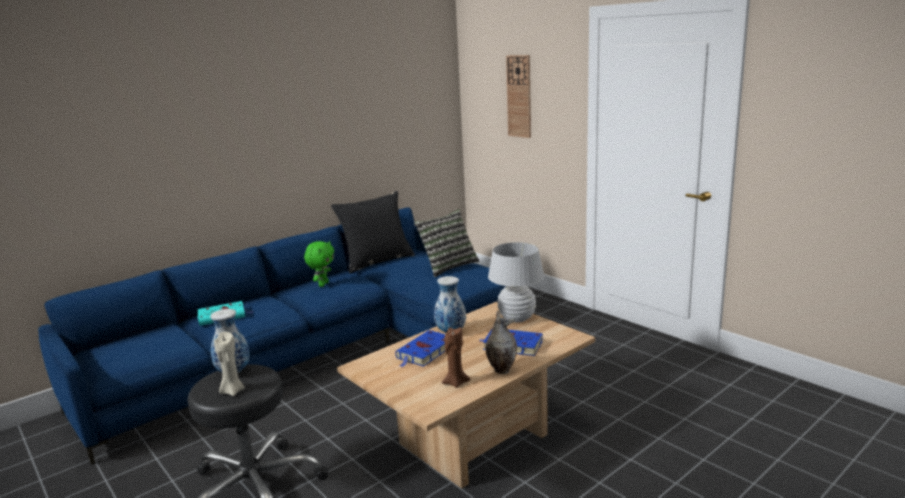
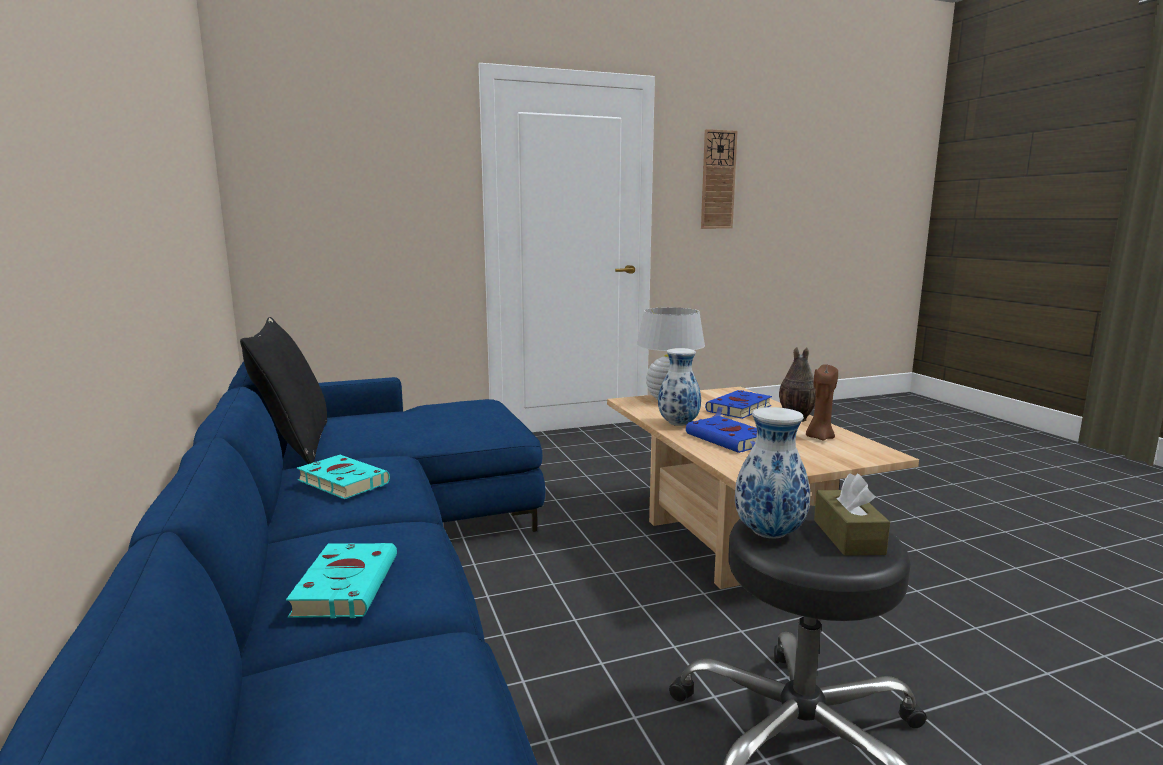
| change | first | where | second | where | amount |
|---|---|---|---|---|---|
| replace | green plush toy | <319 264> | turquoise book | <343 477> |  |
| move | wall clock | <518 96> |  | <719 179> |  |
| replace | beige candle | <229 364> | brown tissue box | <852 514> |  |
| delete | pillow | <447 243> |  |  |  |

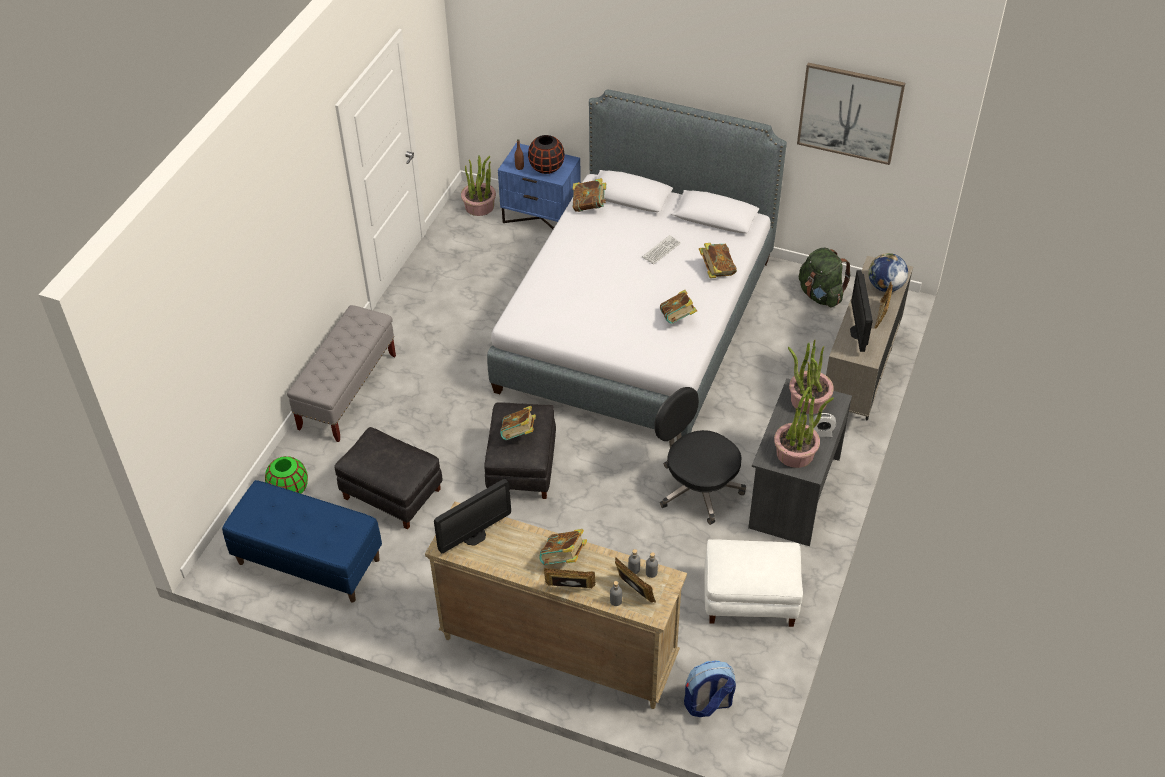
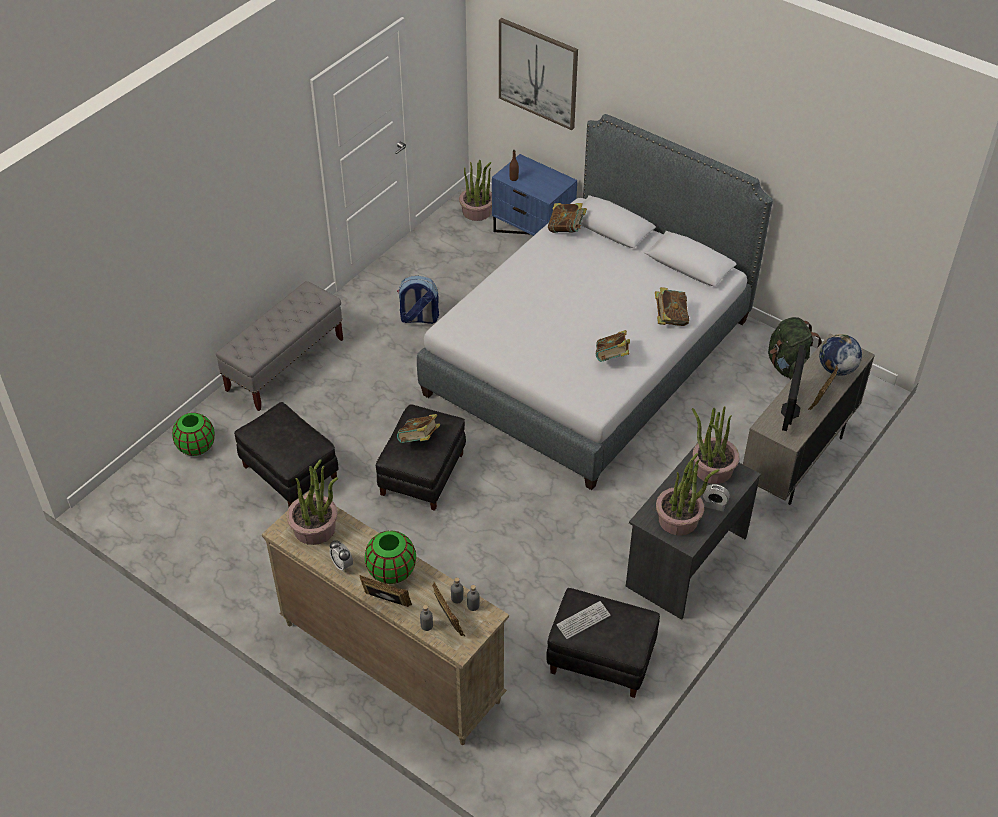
| change | first | where | second | where | amount |
|---|---|---|---|---|---|
| replace | monitor | <472 516> | potted plant | <312 502> |  |
| insert |  |  | alarm clock | <341 555> |  |
| replace | book | <563 547> | green vase | <390 557> |  |
| move | backpack | <710 688> |  | <418 300> |  |
| move | picture | <851 114> |  | <538 74> |  |
| recolor | white ottoman | <753 583> | black ottoman | <603 643> |  |
| move | keyboard | <661 250> |  | <583 620> |  |
| delete | blue bench | <302 541> |  |  |  |
| delete | black vase | <546 154> |  |  |  |
| delete | black office chair | <700 456> |  |  |  |

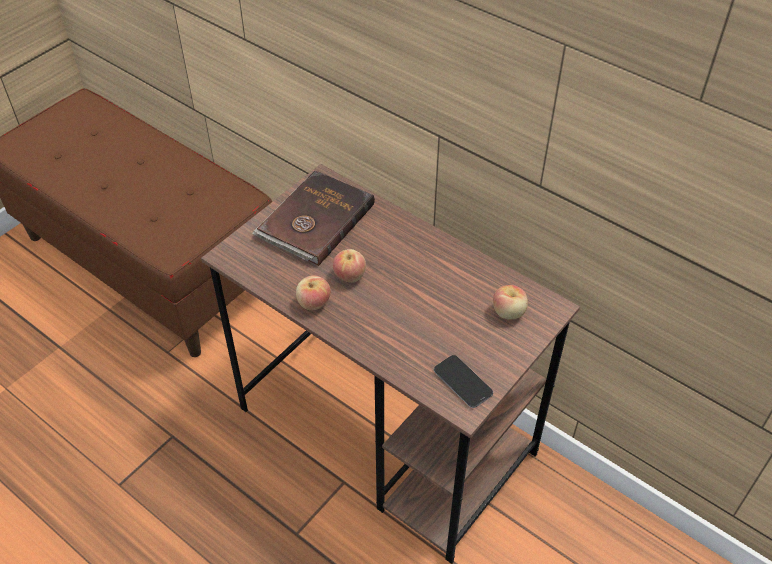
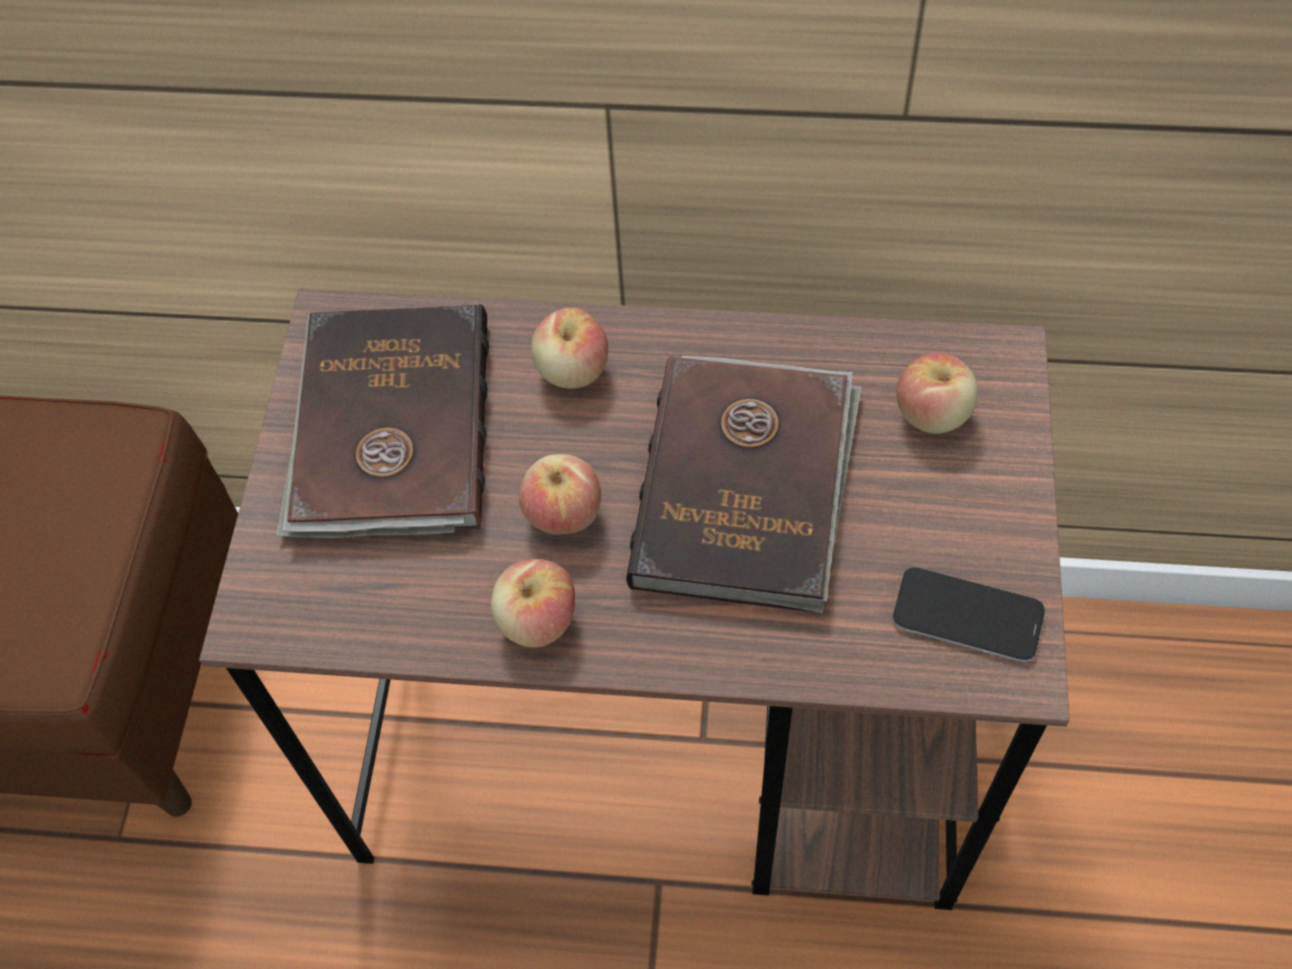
| change | first | where | second | where | amount |
|---|---|---|---|---|---|
| insert |  |  | apple | <569 348> |  |
| insert |  |  | brown book | <744 485> |  |

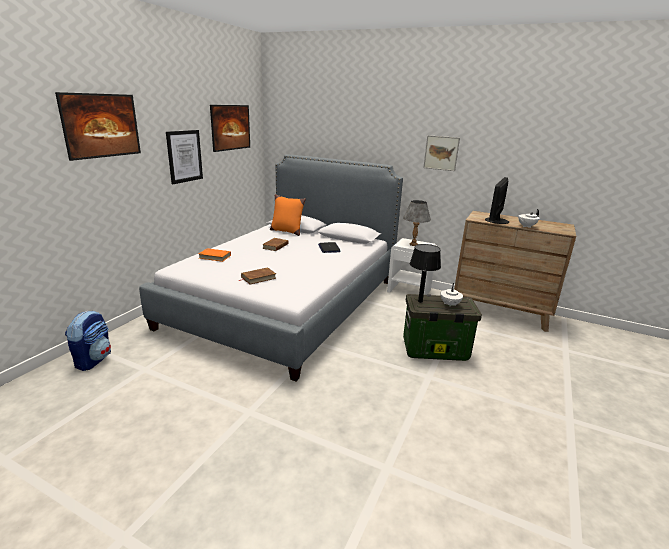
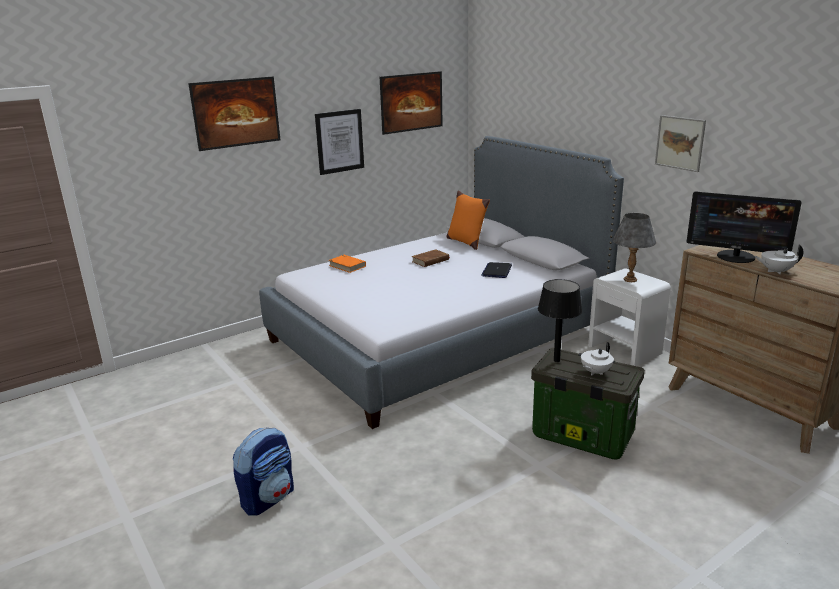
| change | first | where | second | where | amount |
|---|---|---|---|---|---|
| move | backpack | <88 341> |  | <263 471> |  |
| rotate | monitor | <497 200> |  | <744 227> | 120 degrees counterclockwise |
| delete | brown book | <257 276> |  |  |  |

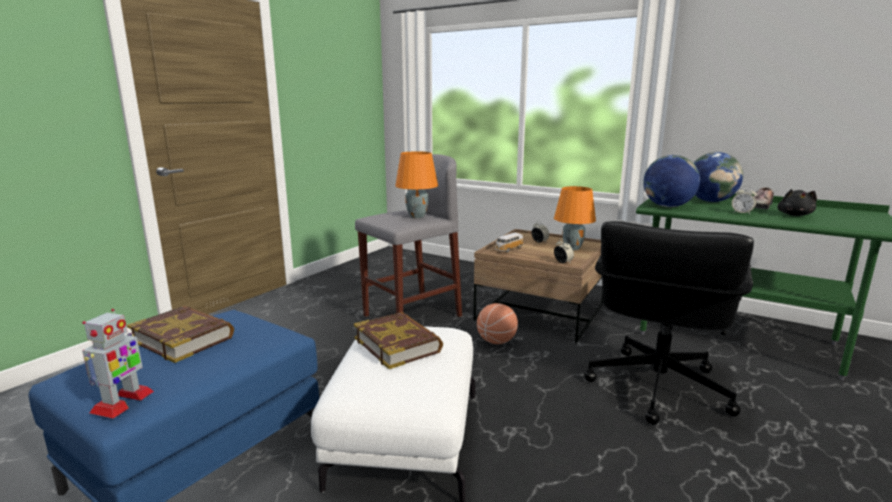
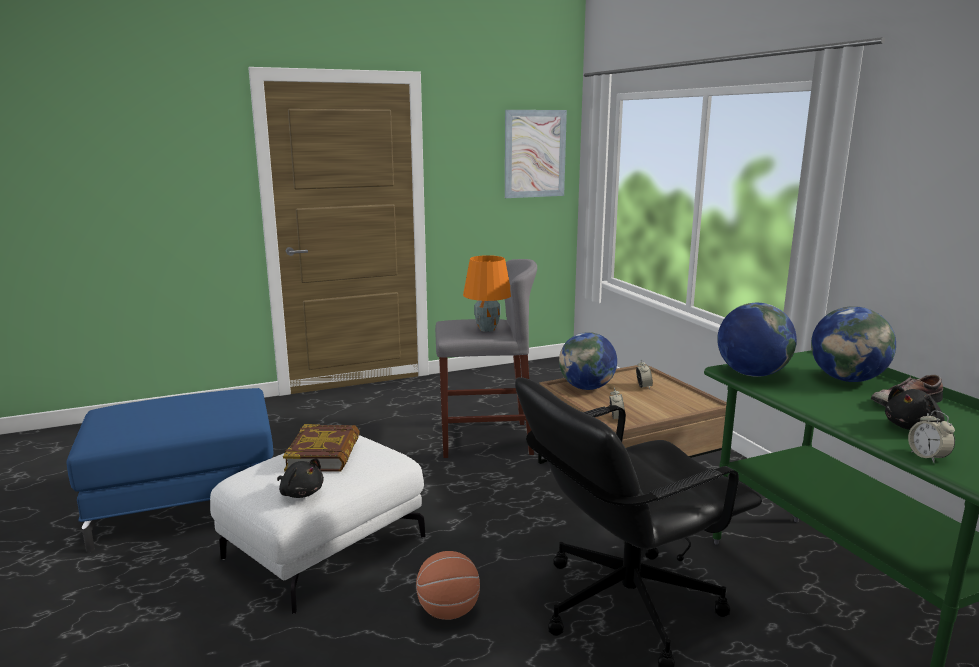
| change | first | where | second | where | amount |
|---|---|---|---|---|---|
| insert |  |  | black plush toy | <300 478> |  |
| move | basketball | <497 323> |  | <448 585> |  |
| insert |  |  | picture | <536 154> |  |
| replace | toy car | <509 243> | globe | <588 361> |  |
| move | alarm clock | <744 200> |  | <931 436> |  |
| delete | toy robot | <118 363> |  |  |  |
| delete | book | <180 334> |  |  |  |
| delete | orange table lamp | <575 218> |  |  |  |

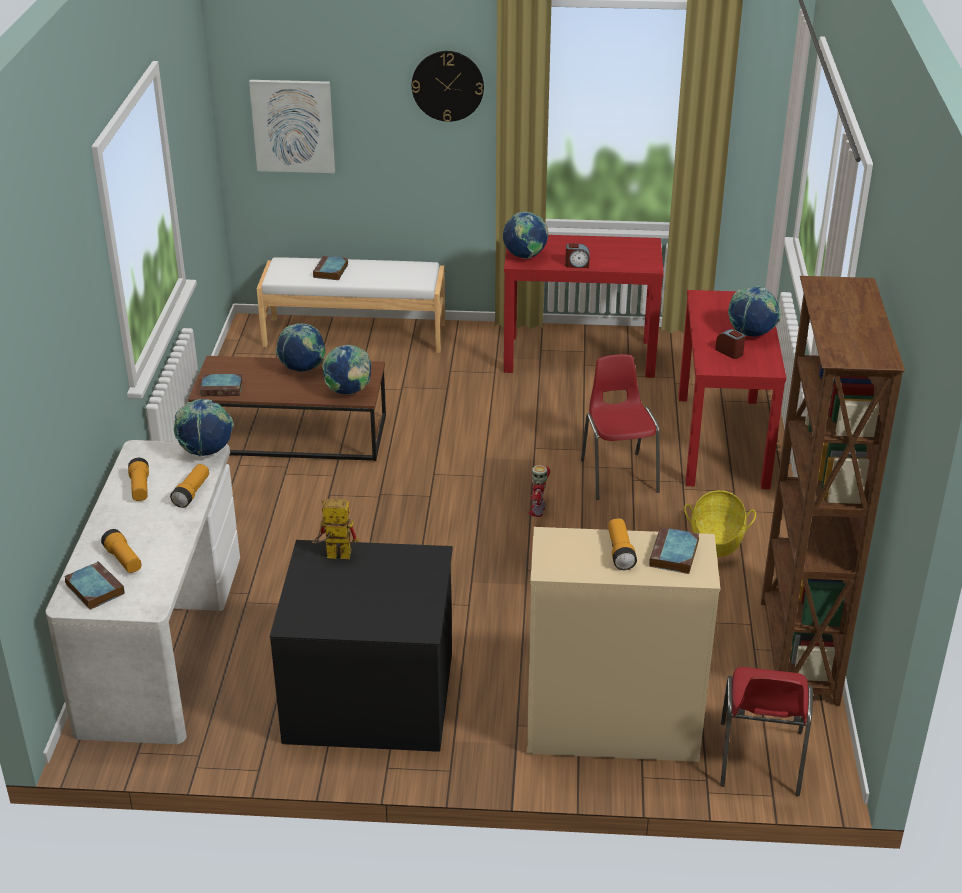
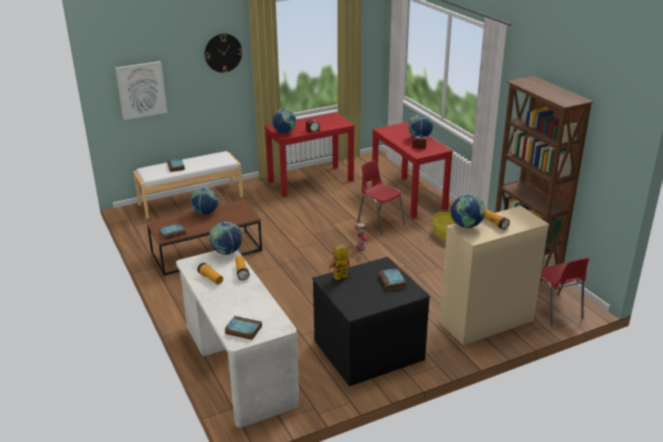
| change | first | where | second | where | amount |
|---|---|---|---|---|---|
| move | book | <674 550> |  | <392 279> |  |
| move | globe | <346 370> |  | <468 211> |  |
| delete | flashlight | <121 551> |  |  |  |

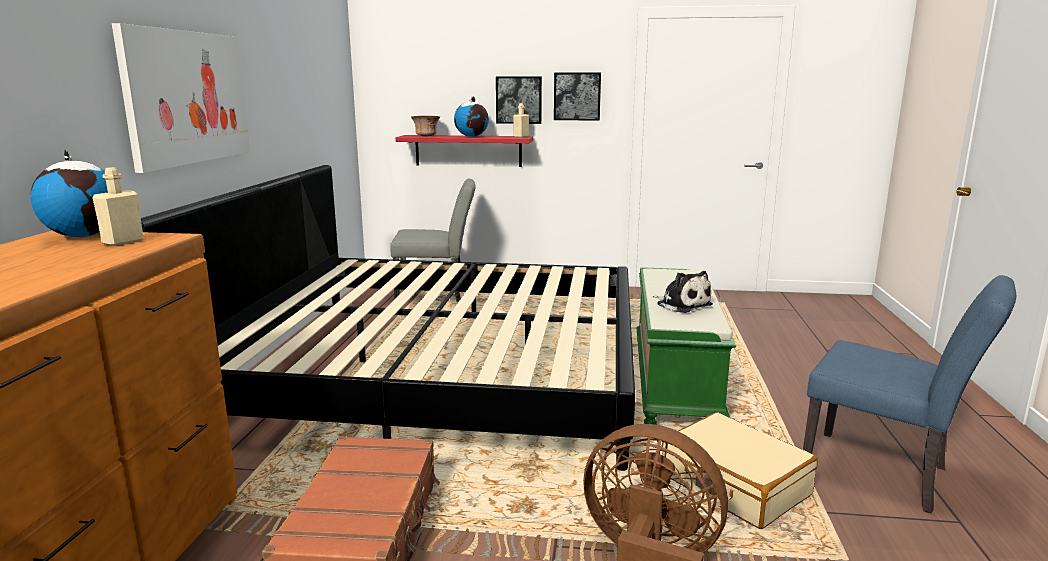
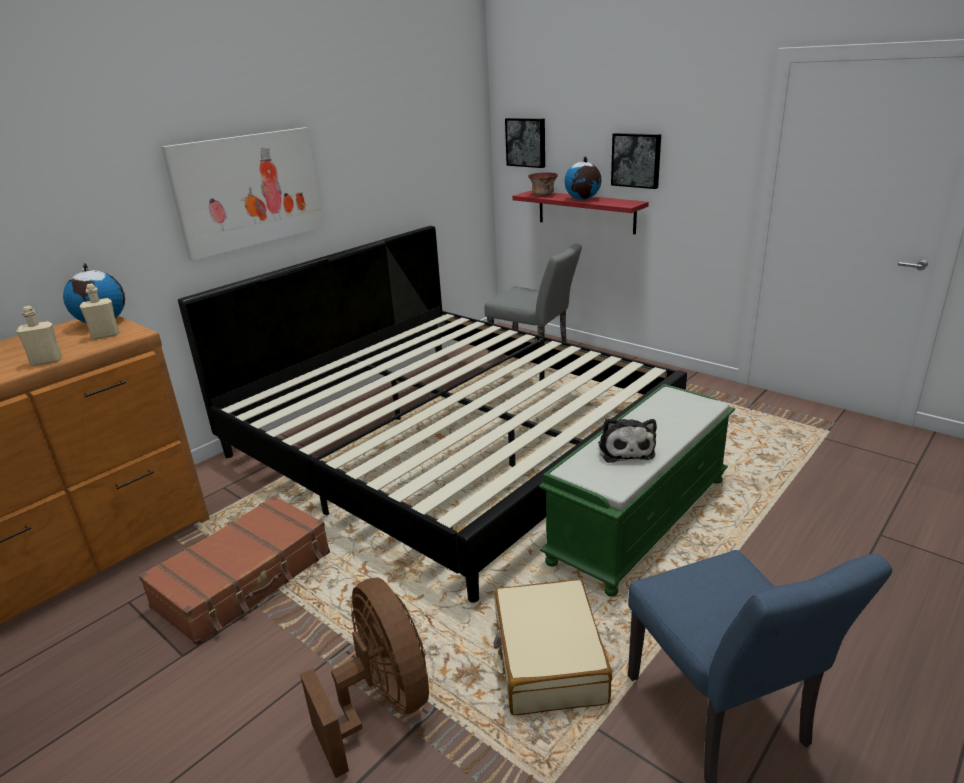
| change | first | where | second | where | amount |
|---|---|---|---|---|---|
| move | beige bottle | <521 120> |  | <39 336> |  |
| move | picture | <577 96> |  | <525 143> |  |

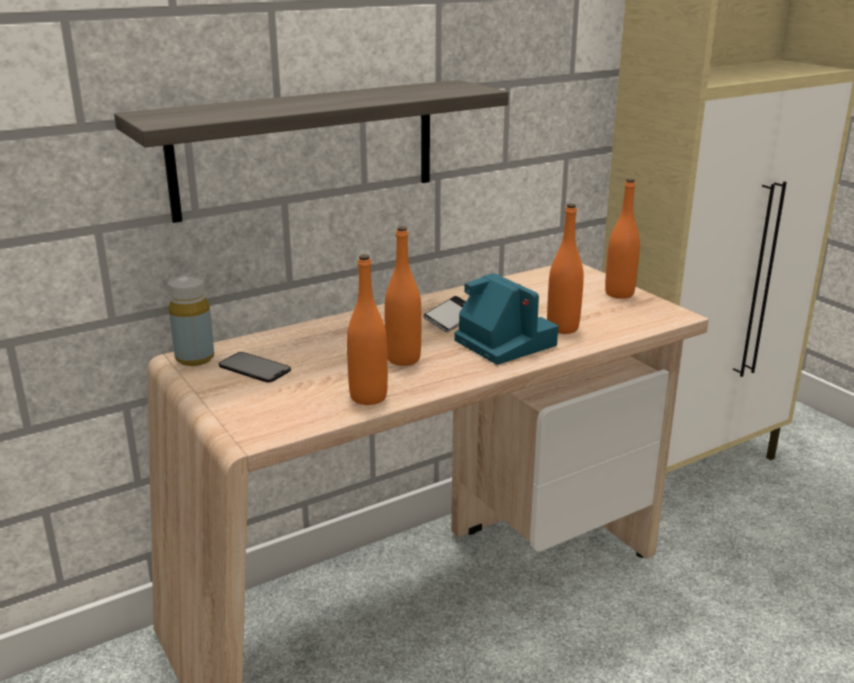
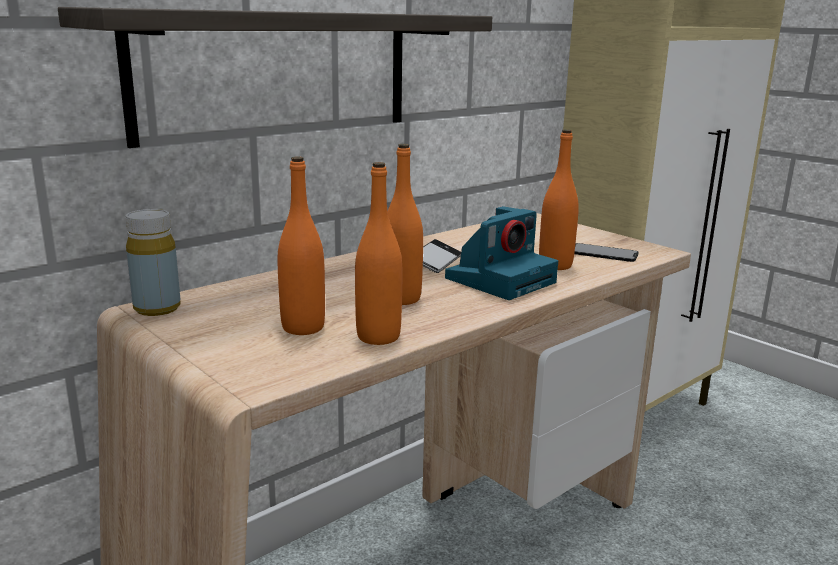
| change | first | where | second | where | amount |
|---|---|---|---|---|---|
| move | orange bottle | <622 239> |  | <301 246> |  |
| rotate | photo camera | <506 319> |  | <501 253> | 90 degrees clockwise |
| move | phone | <255 367> |  | <606 252> |  |

